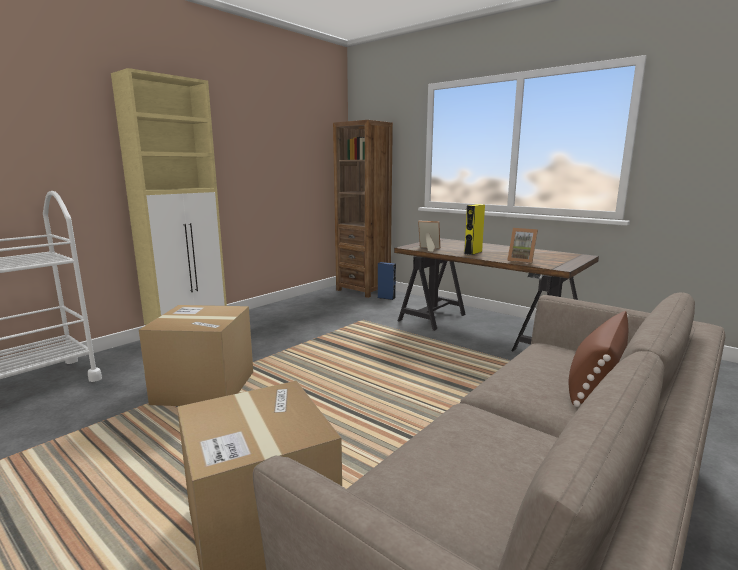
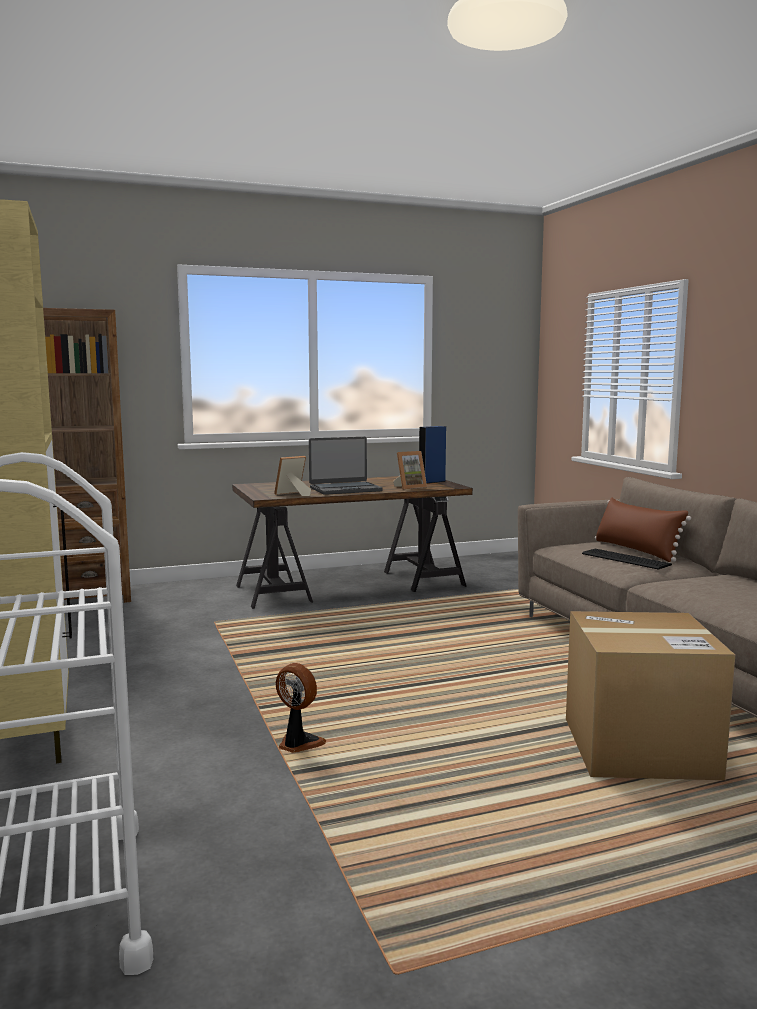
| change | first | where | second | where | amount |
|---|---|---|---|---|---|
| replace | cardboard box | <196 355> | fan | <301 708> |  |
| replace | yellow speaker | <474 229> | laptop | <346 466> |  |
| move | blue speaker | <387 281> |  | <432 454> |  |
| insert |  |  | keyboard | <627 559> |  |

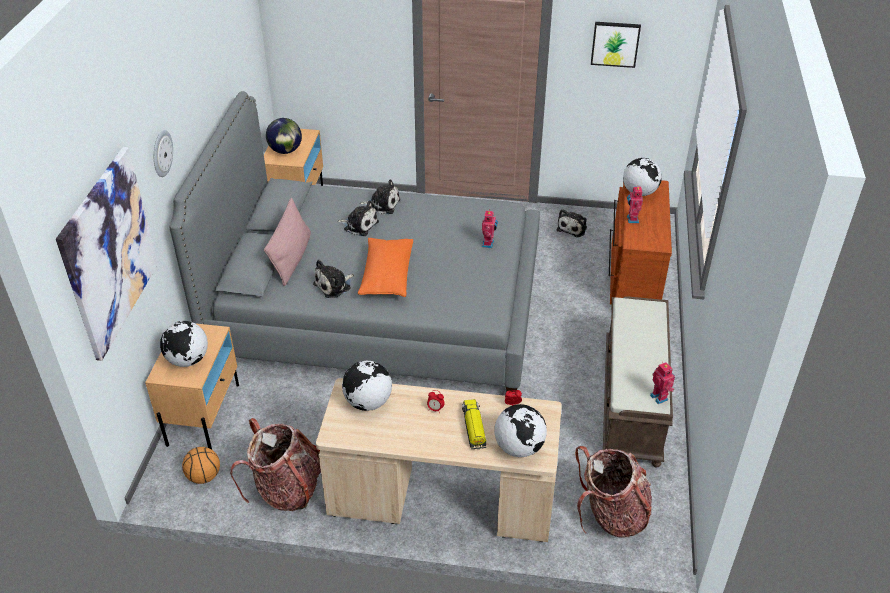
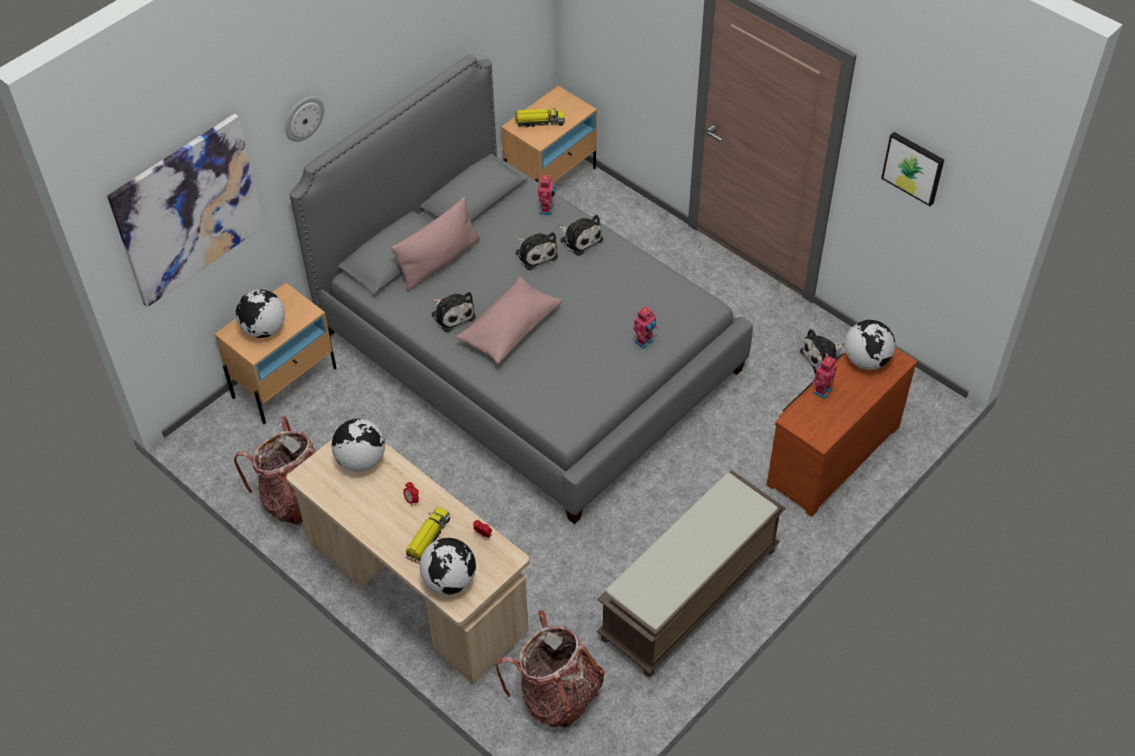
| change | first | where | second | where | amount |
|---|---|---|---|---|---|
| rotate | plush toy | <333 279> |  | <454 312> | 120 degrees counterclockwise |
| recolor | orange pillow | <385 267> | pink pillow | <509 320> |  |
| replace | globe | <284 136> | toy truck | <539 118> |  |
| move | toy robot | <662 383> |  | <547 195> |  |
| delete | basketball | <201 465> |  |  |  |

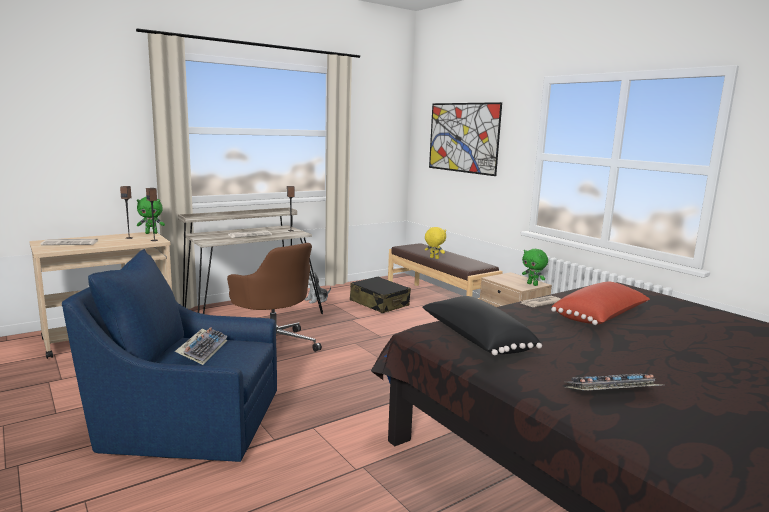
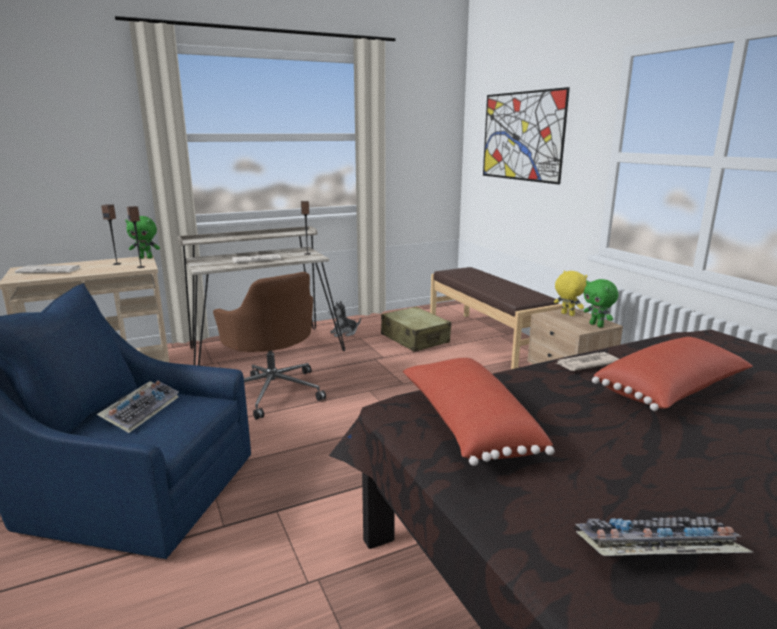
| change | first | where | second | where | amount |
|---|---|---|---|---|---|
| recolor | black suitcase | <380 295> | beige suitcase | <416 329> |  |
| recolor | black pillow | <482 325> | red pillow | <478 412> |  |
| move | yellow plush toy | <435 243> |  | <570 293> |  |

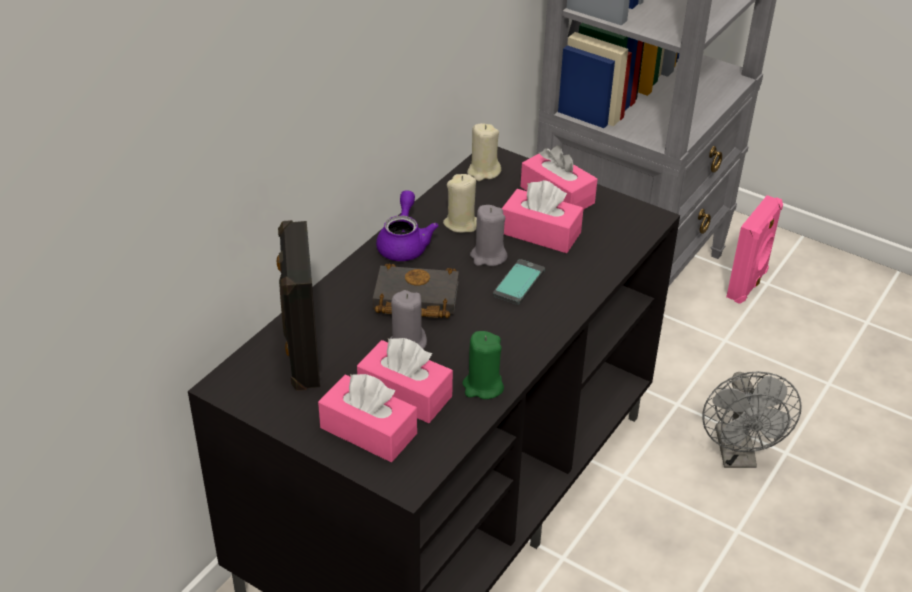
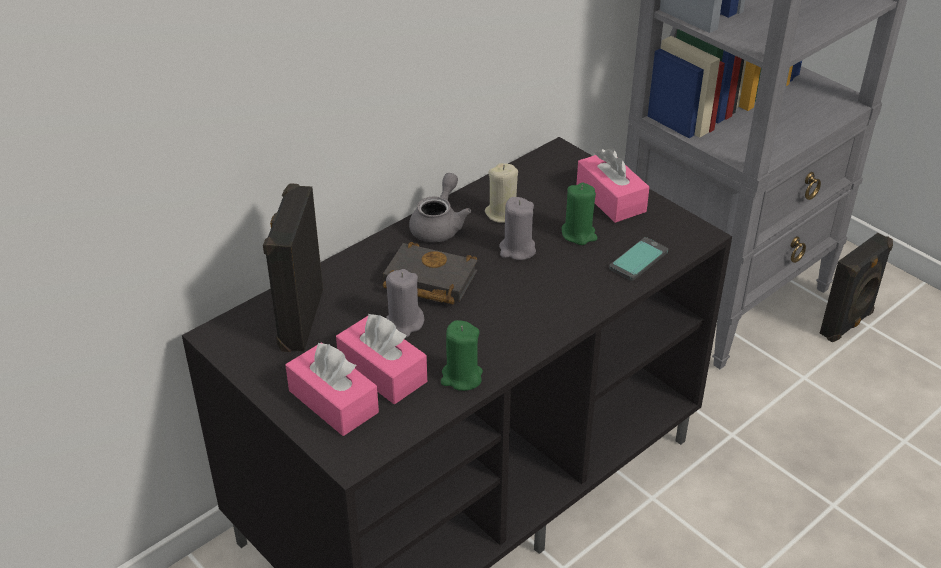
| change | first | where | second | where | amount |
|---|---|---|---|---|---|
| recolor | purple teapot | <407 225> | grey teapot | <440 207> |  |
| replace | pink tissue box | <543 216> | green candle | <579 214> |  |
| move | phone | <519 282> |  | <638 259> |  |
| recolor | pink speaker | <754 249> | black speaker | <856 287> |  |
| delete | beige candle | <484 152> |  |  |  |
| delete | grey fan | <752 419> |  |  |  |

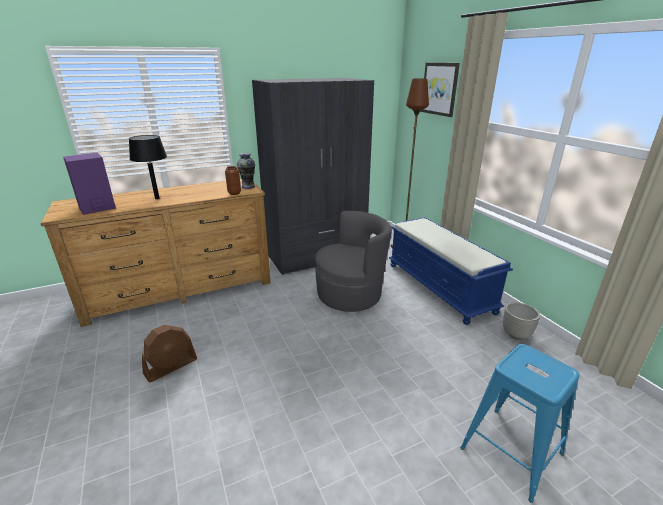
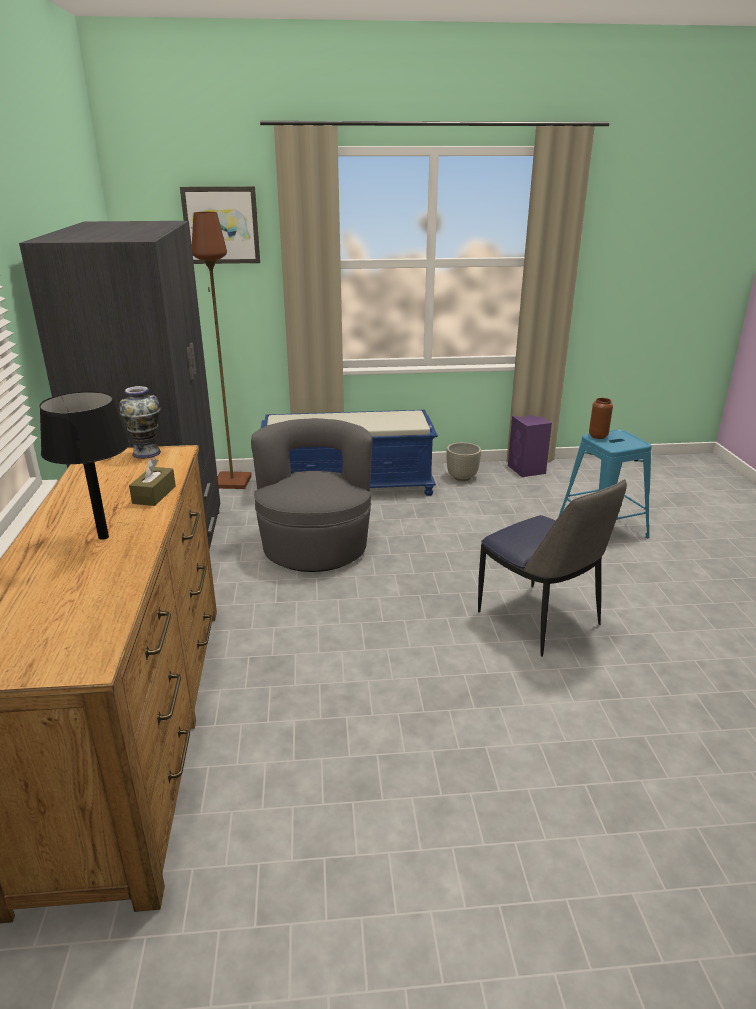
| change | first | where | second | where | amount |
|---|---|---|---|---|---|
| insert |  |  | brown tissue box | <152 482> |  |
| insert |  |  | chair | <552 568> |  |
| move | purple speaker | <89 184> |  | <530 446> |  |
| move | brown vase | <233 180> |  | <601 418> |  |
| delete | brown fan | <169 353> |  |  |  |

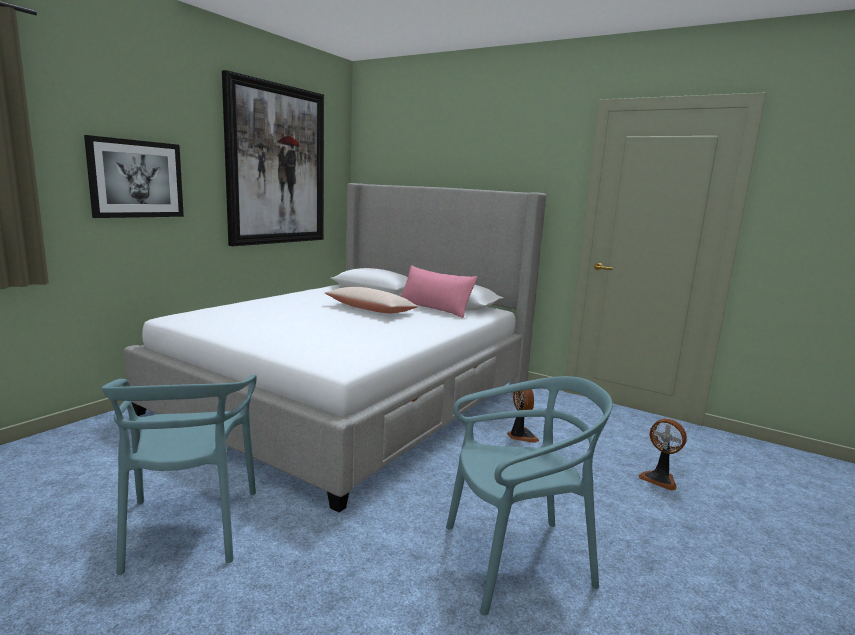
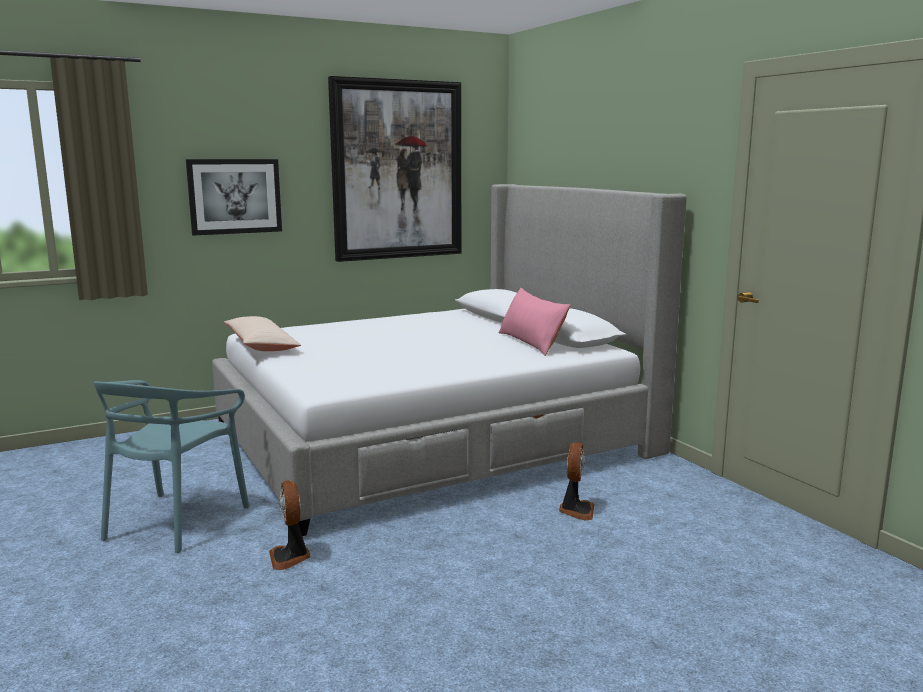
| change | first | where | second | where | amount |
|---|---|---|---|---|---|
| move | beige pillow | <372 300> |  | <262 333> |  |
| move | fan | <662 454> |  | <290 525> |  |
| delete | turquoise chair | <529 495> |  |  |  |

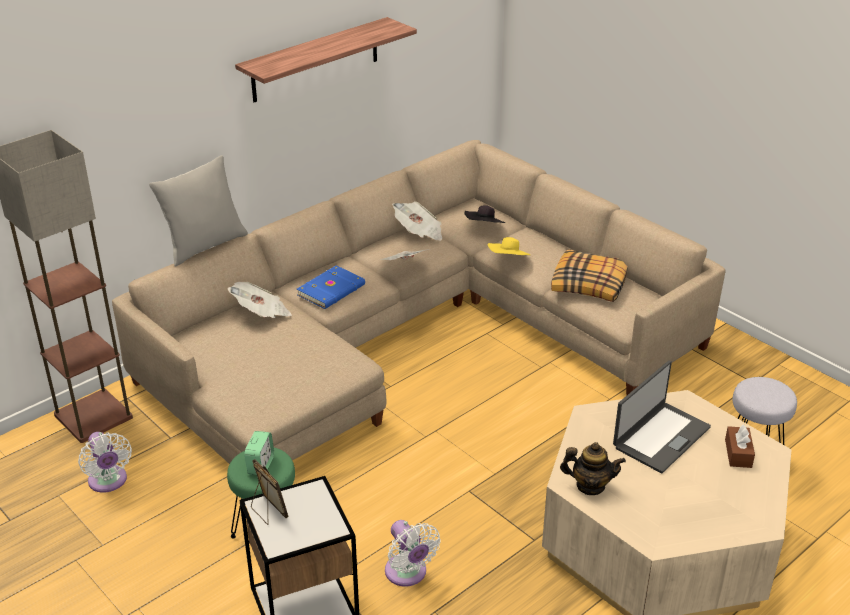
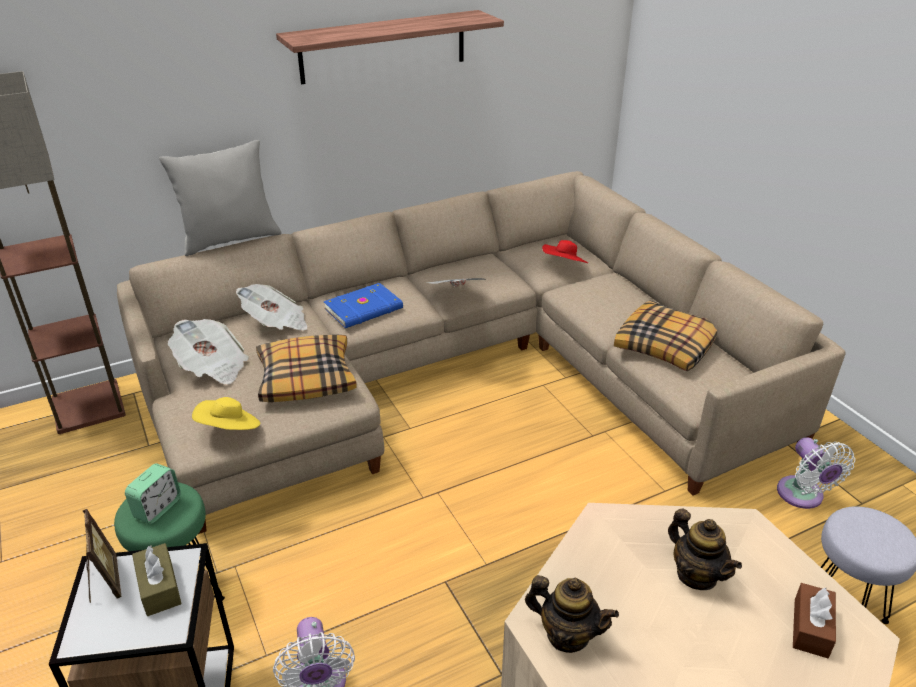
| change | first | where | second | where | amount |
|---|---|---|---|---|---|
| insert |  |  | brown tissue box | <157 579> |  |
| move | newspaper | <417 221> |  | <208 352> |  |
| move | yellow hat | <509 246> |  | <226 413> |  |
| insert |  |  | pillow | <306 368> |  |
| recolor | black hat | <484 214> | red hat | <565 251> |  |
| replace | laptop | <662 417> | teapot | <705 549> |  |
| move | white fan | <105 462> |  | <816 473> |  |

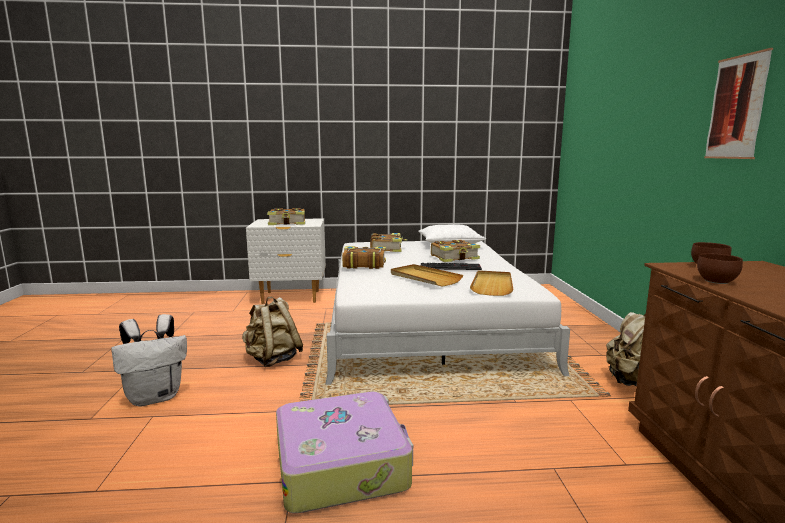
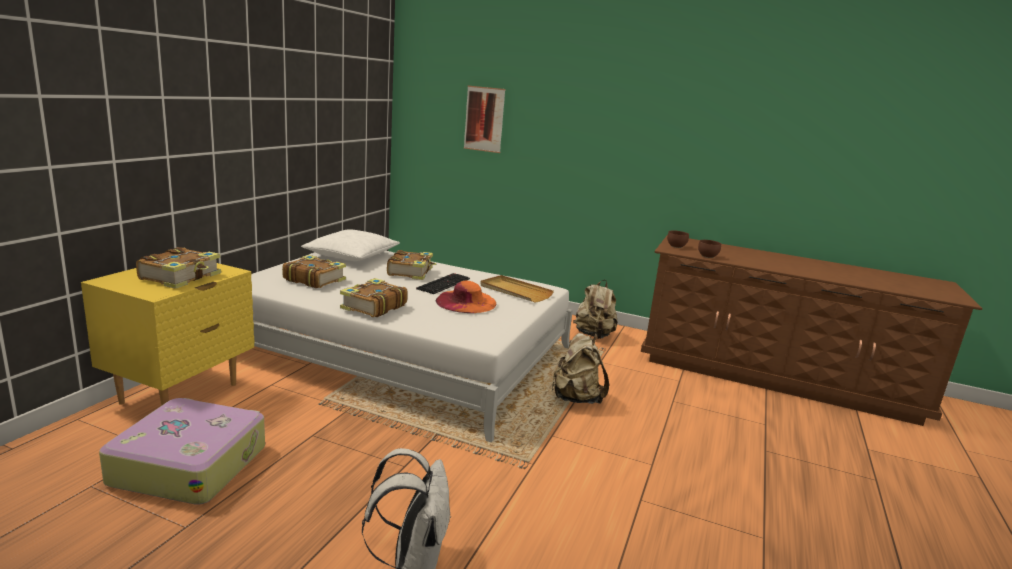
| change | first | where | second | where | amount |
|---|---|---|---|---|---|
| recolor | white nightstand | <286 261> | yellow nightstand | <167 334> |  |
| move | suitcase | <344 452> |  | <182 451> |  |
| replace | beige tray | <427 275> | orange hat | <466 297> |  |
| move | picture | <738 103> |  | <485 119> |  |
| move | beige backpack | <272 332> |  | <580 368> |  |

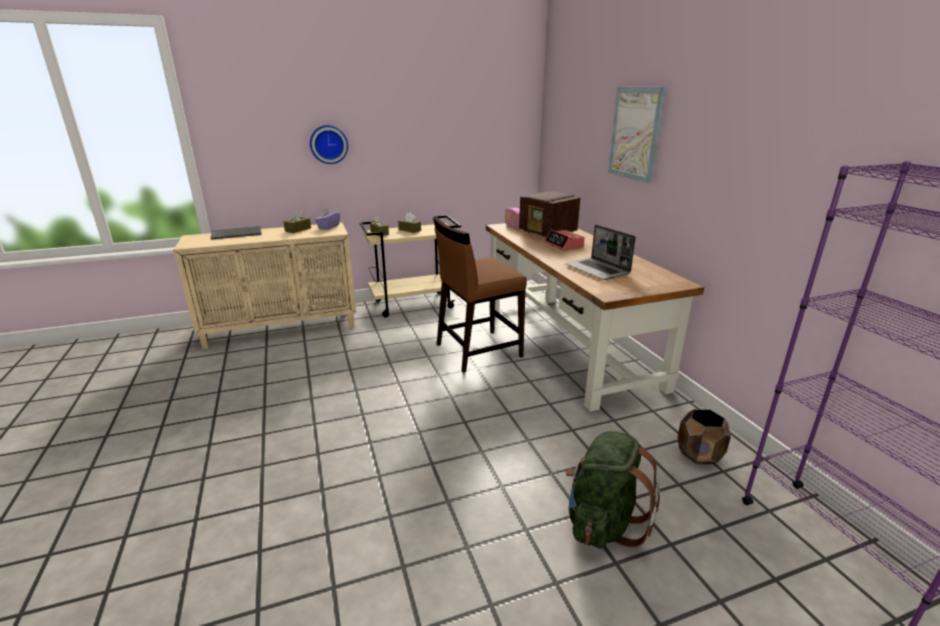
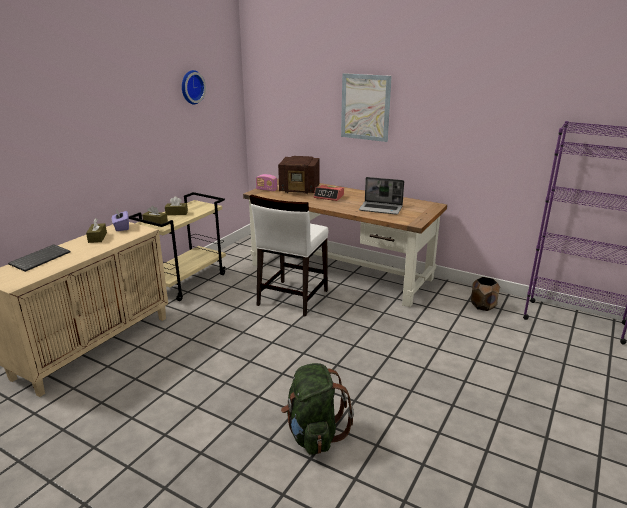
| change | first | where | second | where | amount |
|---|---|---|---|---|---|
| move | wall clock | <329 144> |  | <194 87> |  |
| recolor | brown chair | <480 294> | white chair | <289 255> |  |
| move | green backpack | <613 490> |  | <317 409> |  |

